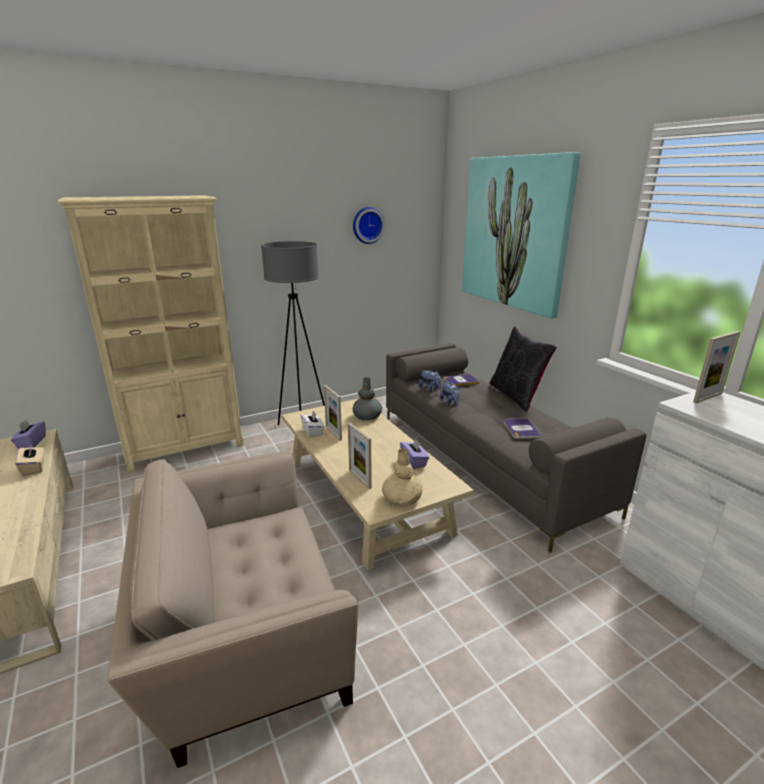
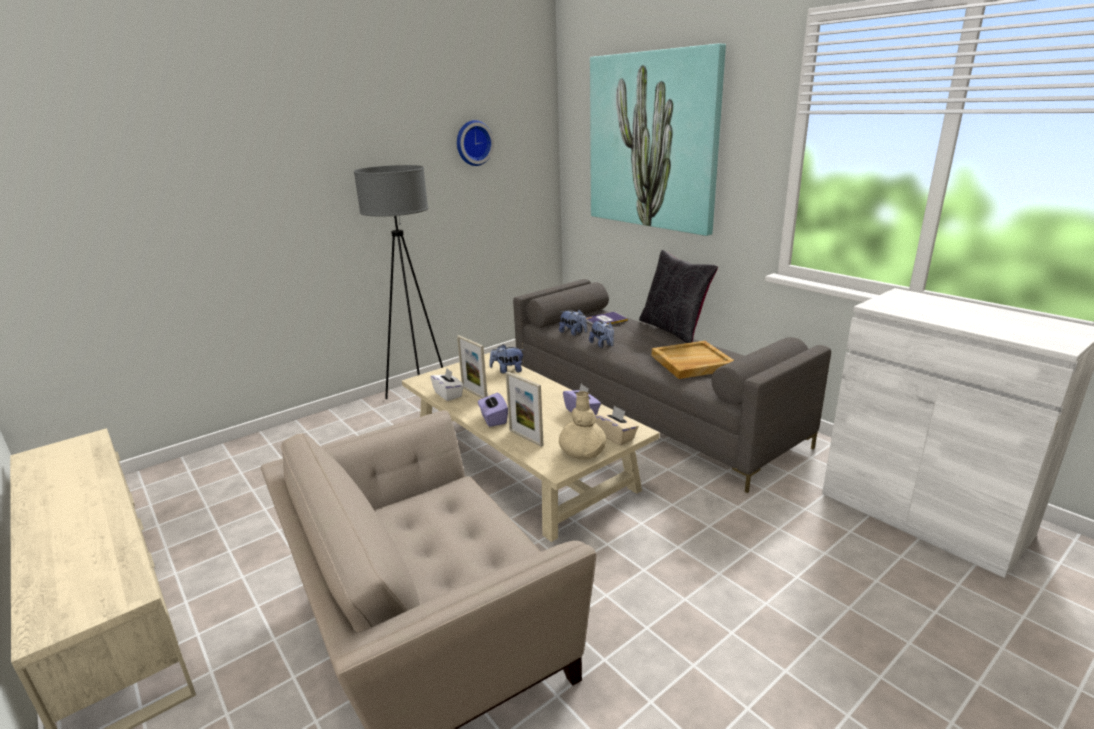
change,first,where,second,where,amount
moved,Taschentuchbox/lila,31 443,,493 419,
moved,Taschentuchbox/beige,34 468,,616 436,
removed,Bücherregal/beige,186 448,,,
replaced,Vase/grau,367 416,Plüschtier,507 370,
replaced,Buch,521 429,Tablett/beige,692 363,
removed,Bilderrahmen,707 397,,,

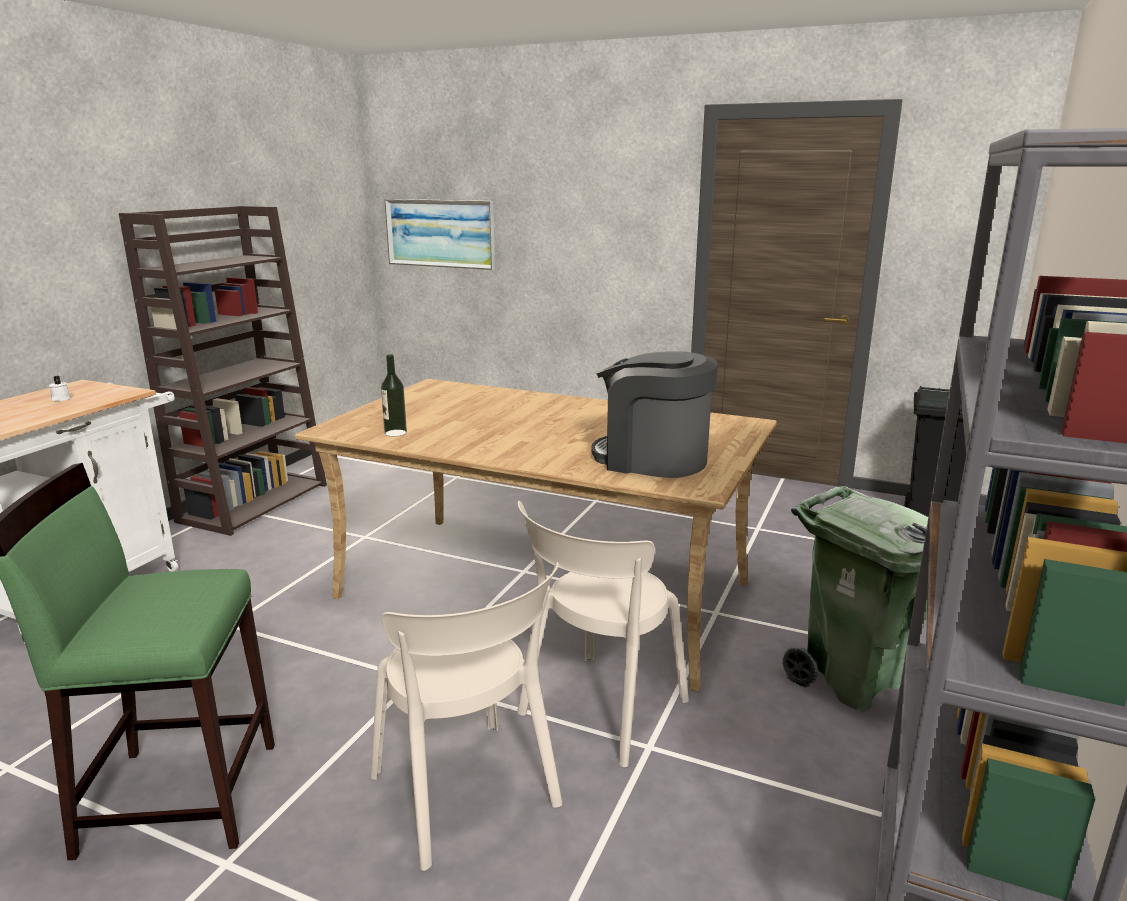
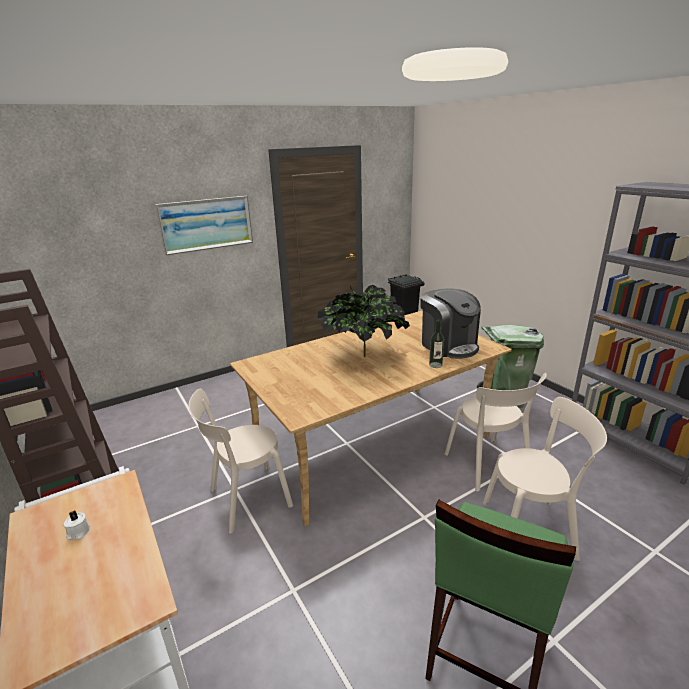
change,first,where,second,where,amount
moved,Flasche,395 433,,435 365,
moved,Bild,440 233,,206 224,
turned,Kaffeemaschine,652 459,,448 345,90 degrees counterclockwise
added,,,Stuhl/beige,246 499,
added,,,Topfpflanze,363 356,

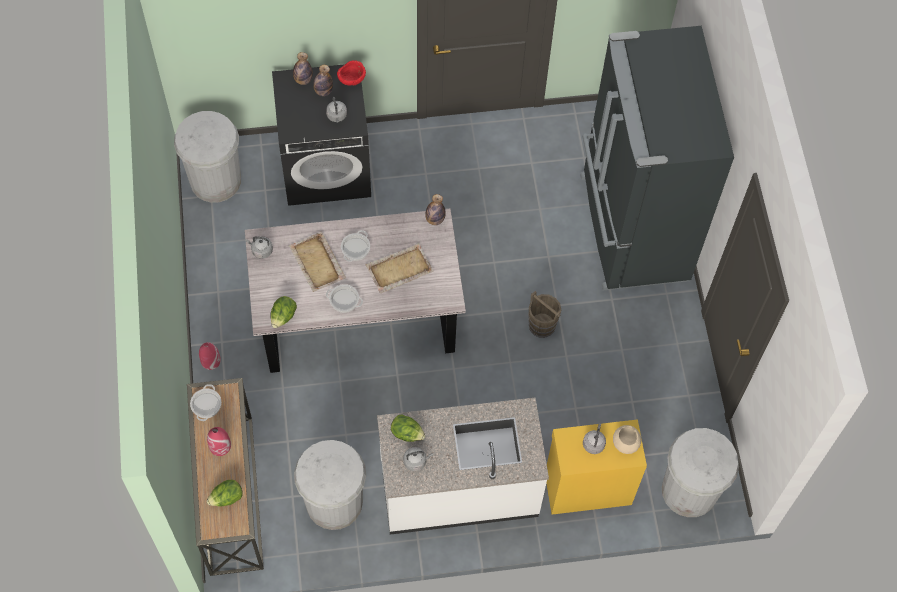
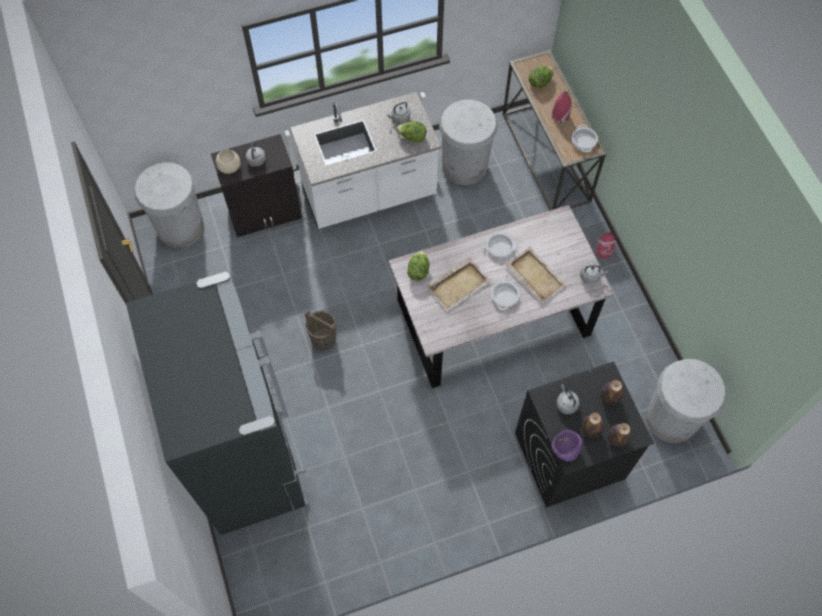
change,first,where,second,where,amount
moved,Salatkopf,283 317,,418 271,
recoloured,Schüssel/rot,352 81,Schüssel/lila,564 450,
moved,Flasche,435 219,,609 397,
recoloured,Schrank/gelb,587 487,Schrank/schwarz,265 214,

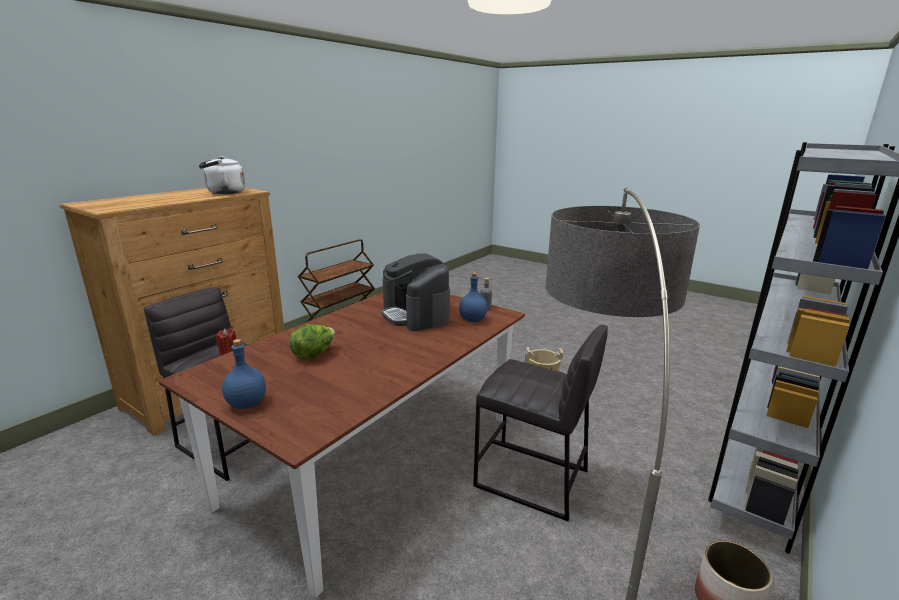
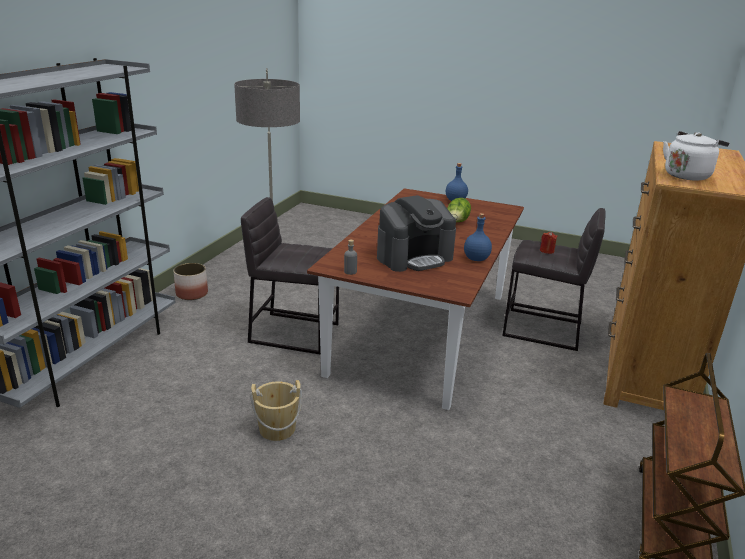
change,first,where,second,where,amount
turned,Kaffeemaschine,416 315,,414 257,105 degrees clockwise
moved,Flasche/blau,473 320,,476 259,

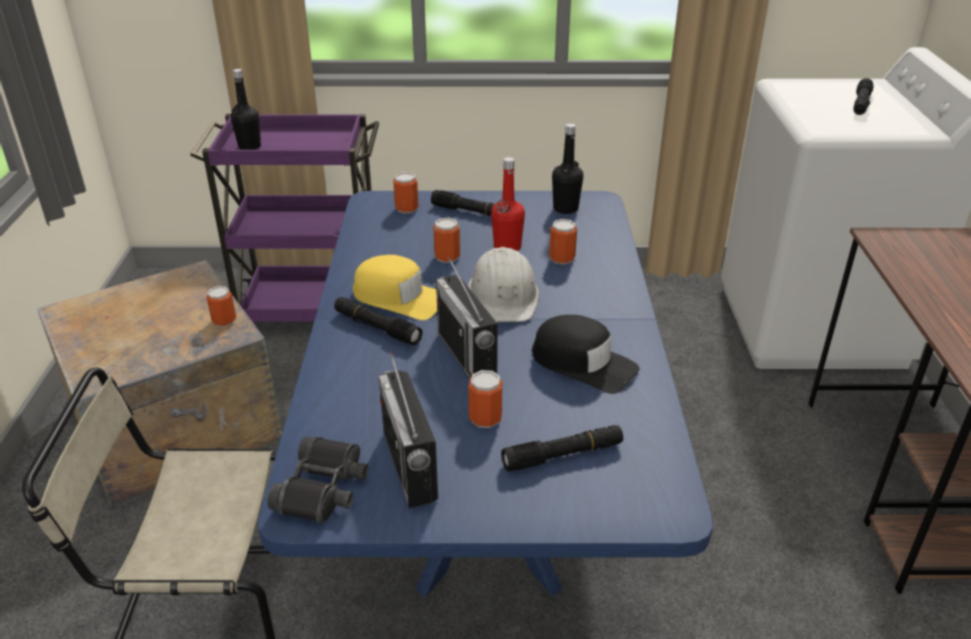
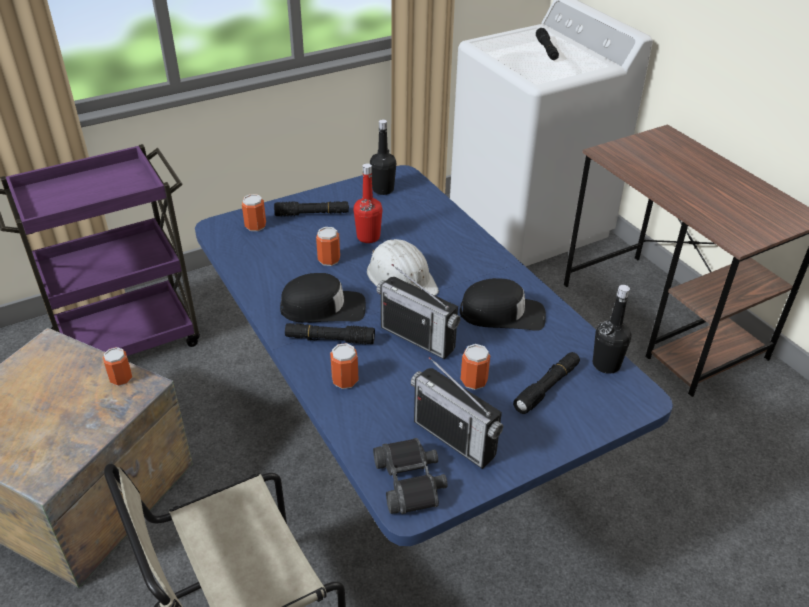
change,first,where,second,where,amount
moved,Flasche/schwarz,249 147,,606 364,
recoloured,Kappe/gelb,399 297,Kappe/schwarz,323 308,
moved,Dose,562 258,,345 380,

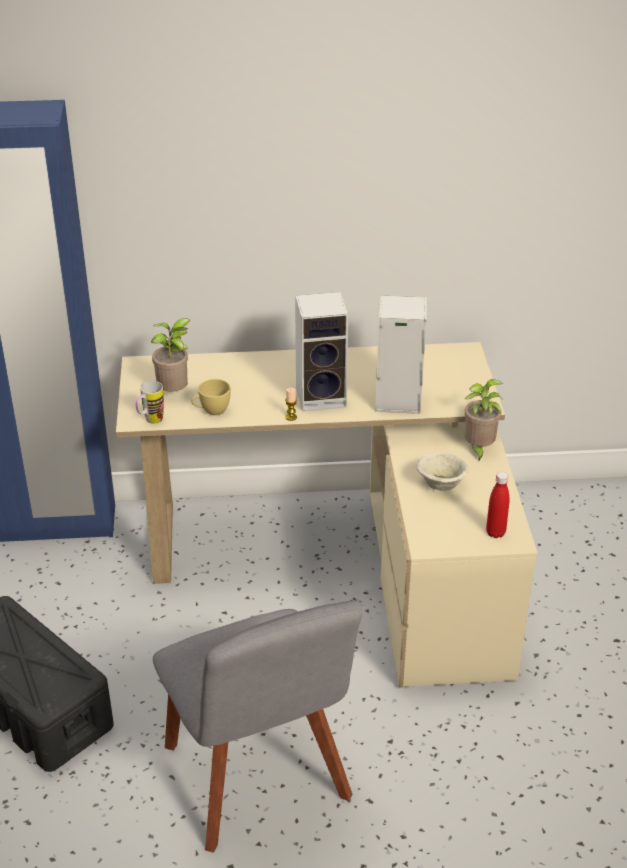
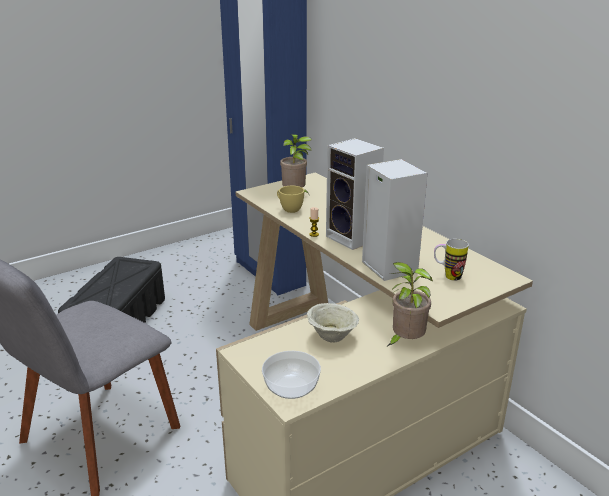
change,first,where,second,where,amount
moved,Henkelbecher,150 421,,447 276,
replaced,Flasche/rot,495 533,Schüssel,292 386,

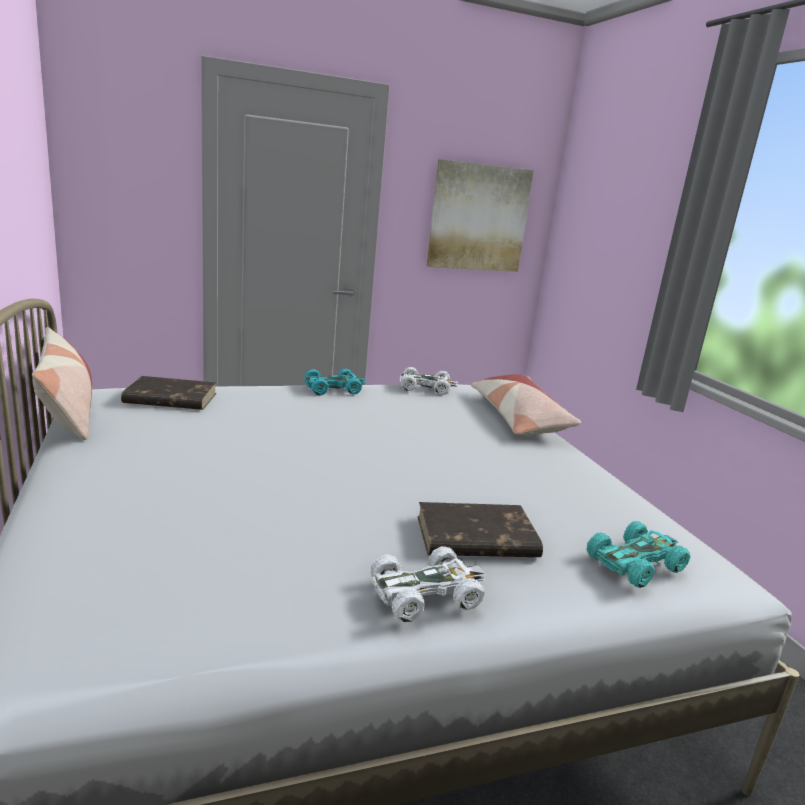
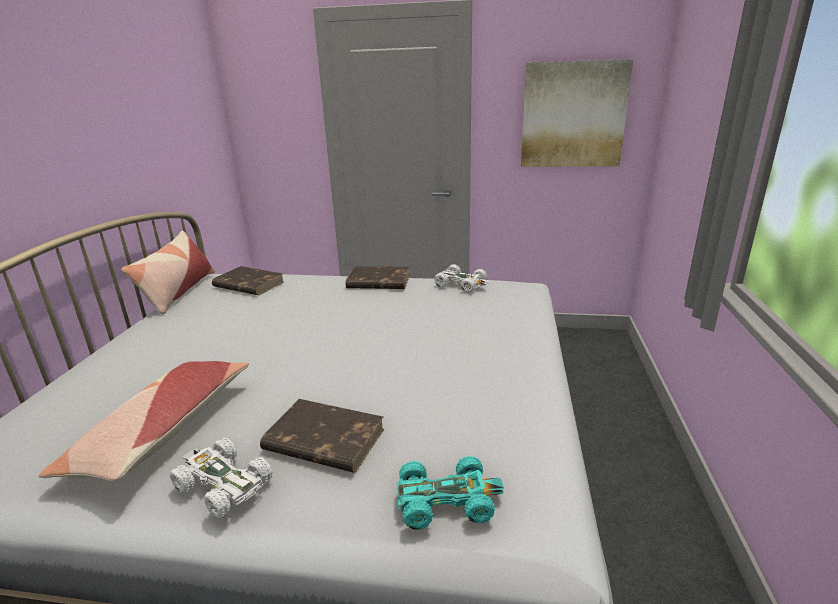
change,first,where,second,where,amount
replaced,Spielzeugauto/türkis,333 389,Buch/braun,378 282,
turned,Spielzeugauto/weiß,426 594,,222 484,150 degrees counterclockwise
moved,Kissen,519 418,,162 431,

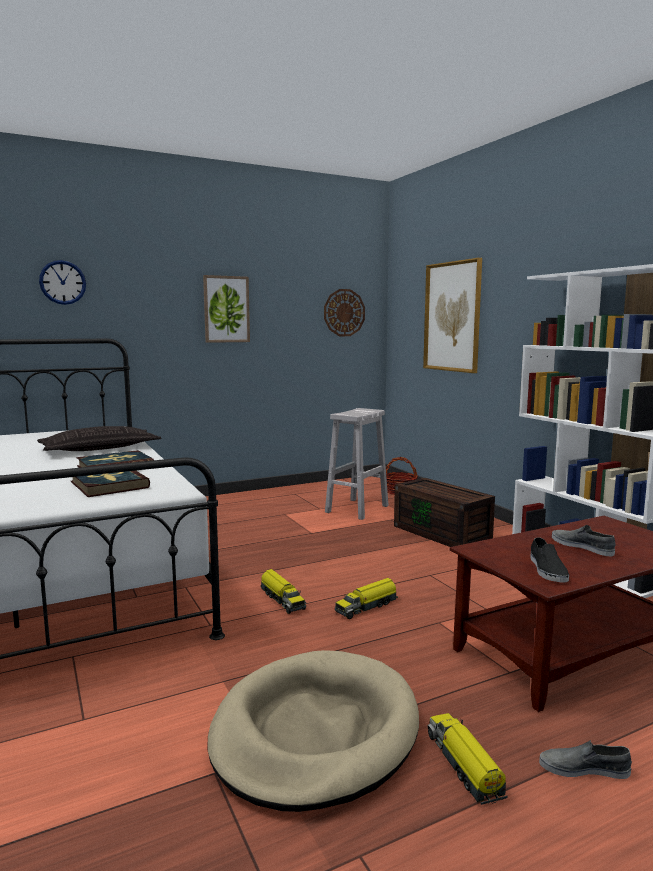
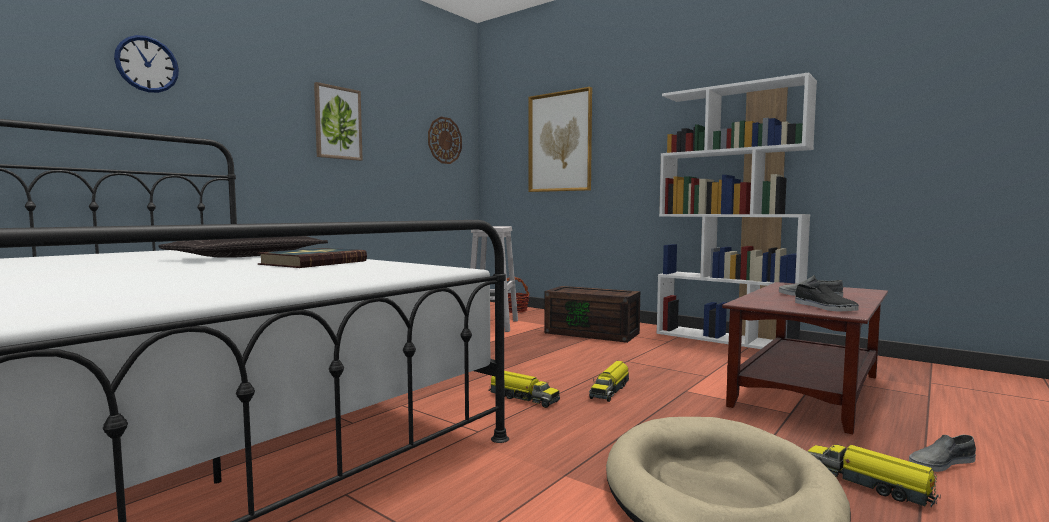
change,first,where,second,where,amount
removed,Buch,108 484,,,

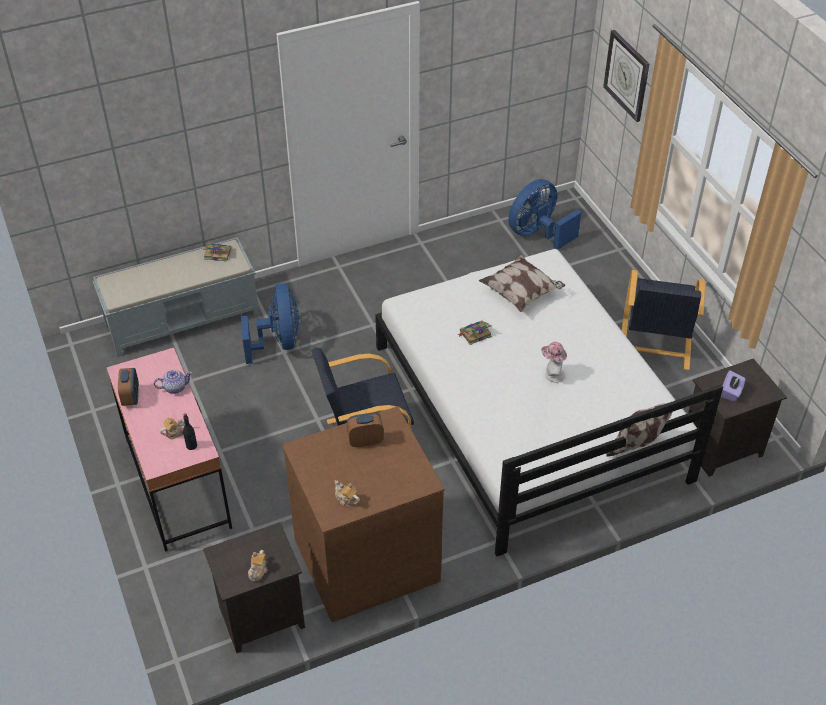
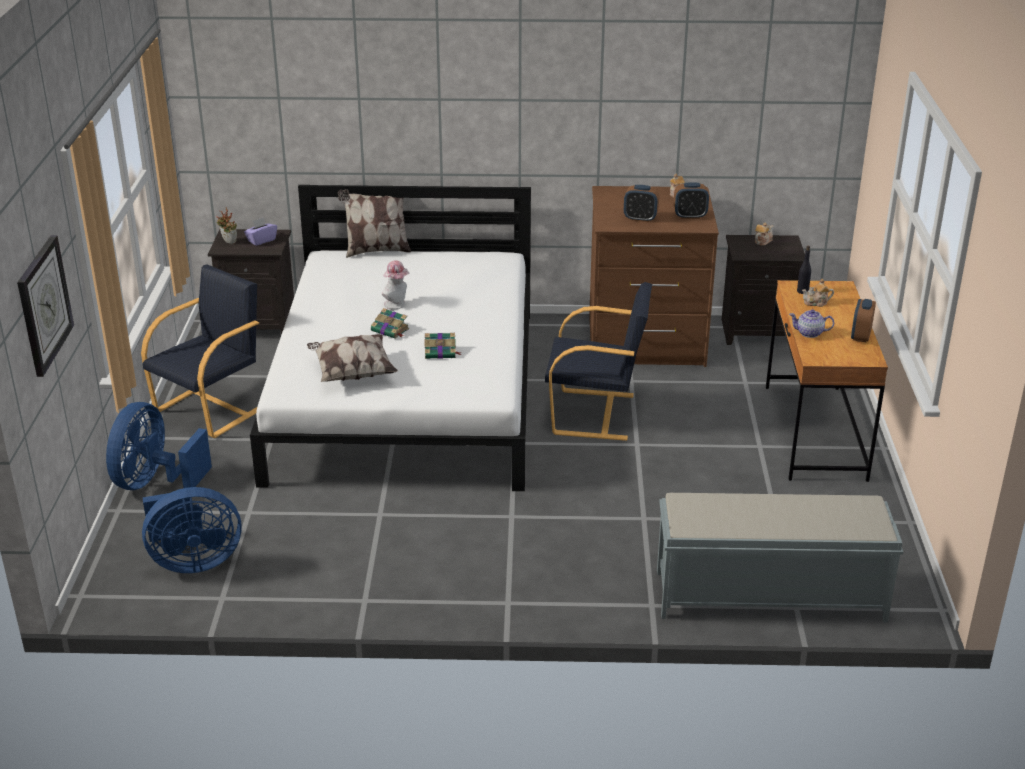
change,first,where,second,where,amount
recoloured,Schreibtisch/rosa,177 483,Schreibtisch/braun,814 432,
moved,Buch,217 254,,390 330,
moved,Ventilator/blau,279 342,,154 482,
added,,,Topfpflanze,228 242,
added,,,Wecker,690 216,

